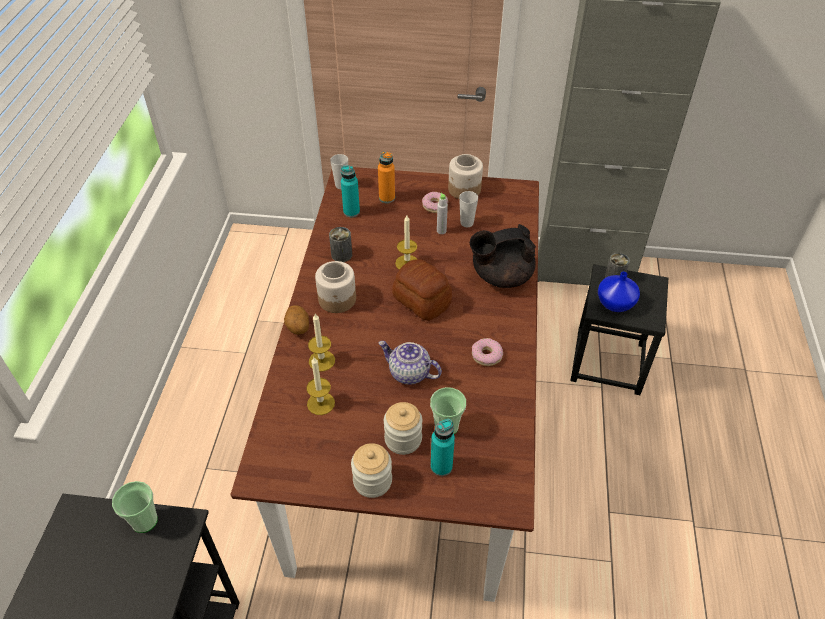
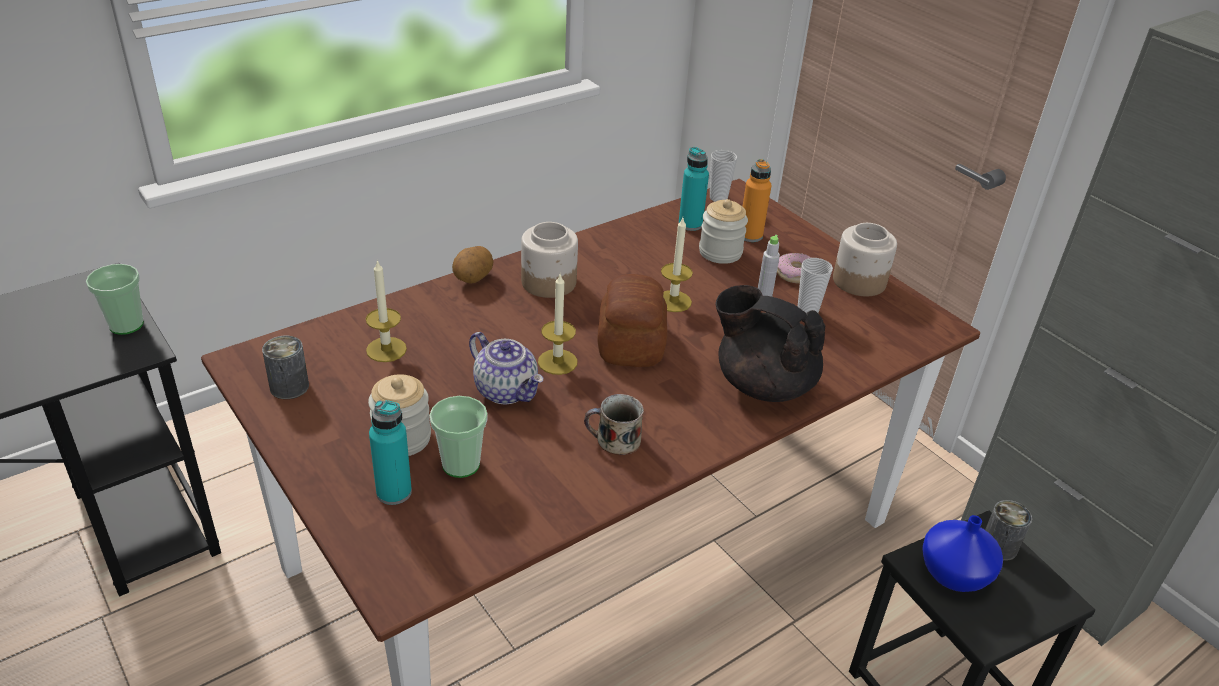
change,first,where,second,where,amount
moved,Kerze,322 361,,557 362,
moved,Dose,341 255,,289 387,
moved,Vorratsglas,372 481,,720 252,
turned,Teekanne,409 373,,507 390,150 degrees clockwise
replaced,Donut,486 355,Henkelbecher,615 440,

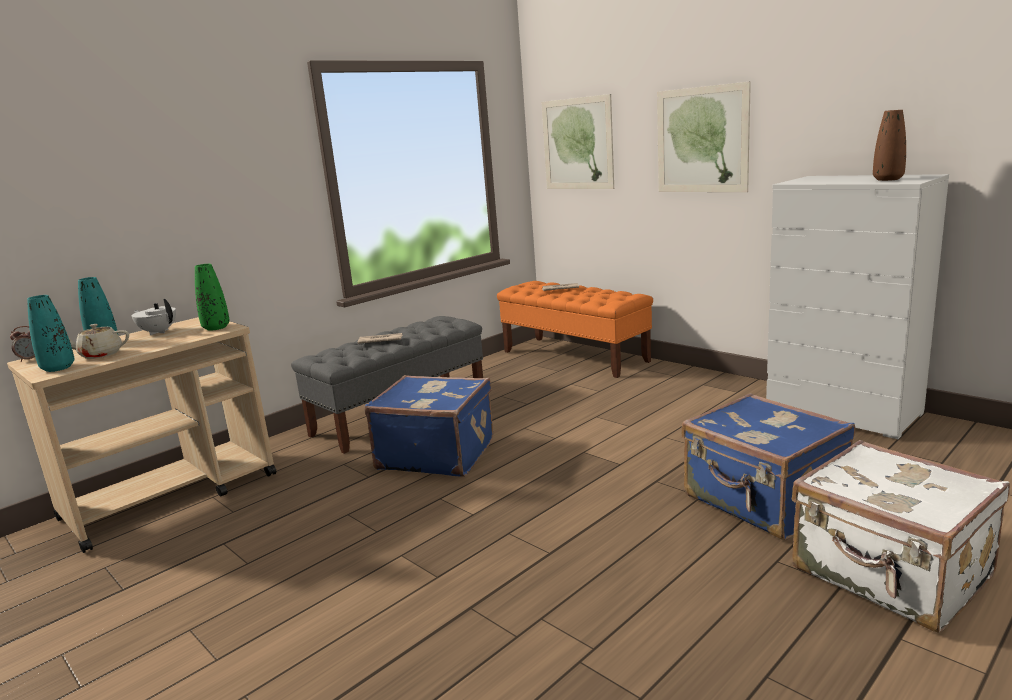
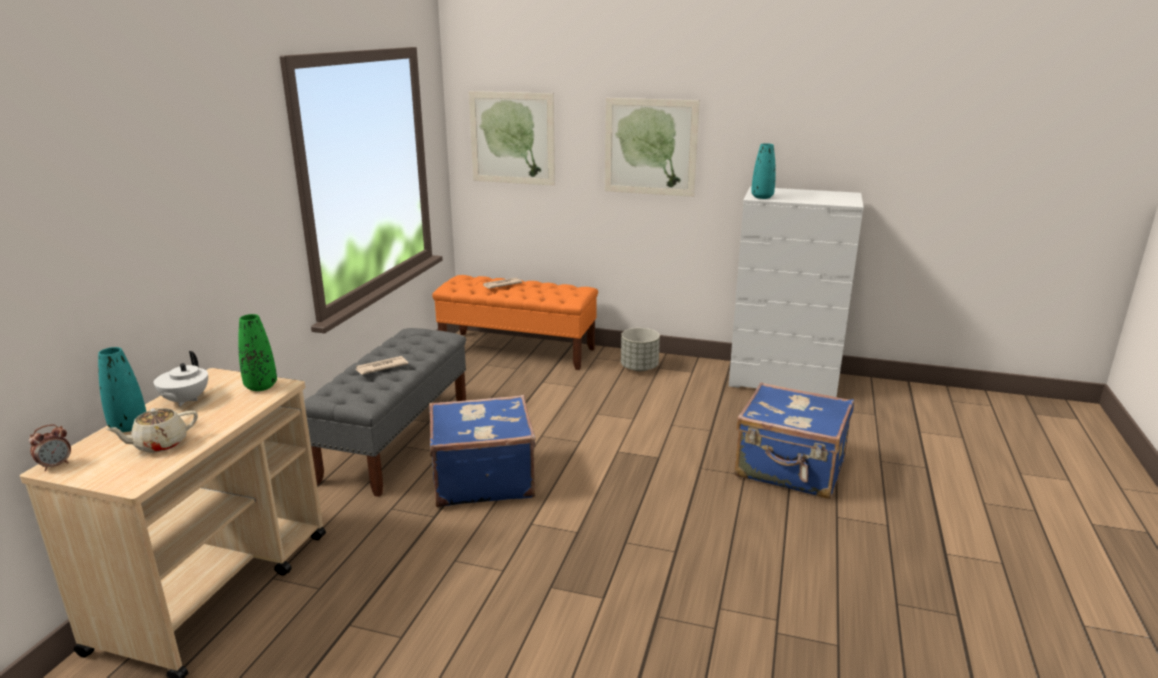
change,first,where,second,where,amount
moved,Vase/türkis,58 368,,762 197,
turned,Teekanne/weiß,158 332,,185 401,90 degrees counterclockwise
removed,Koffer/weiß,890 575,,,
removed,Vase/braun,888 179,,,
added,,,Pflanzkübel/grau,639 368,

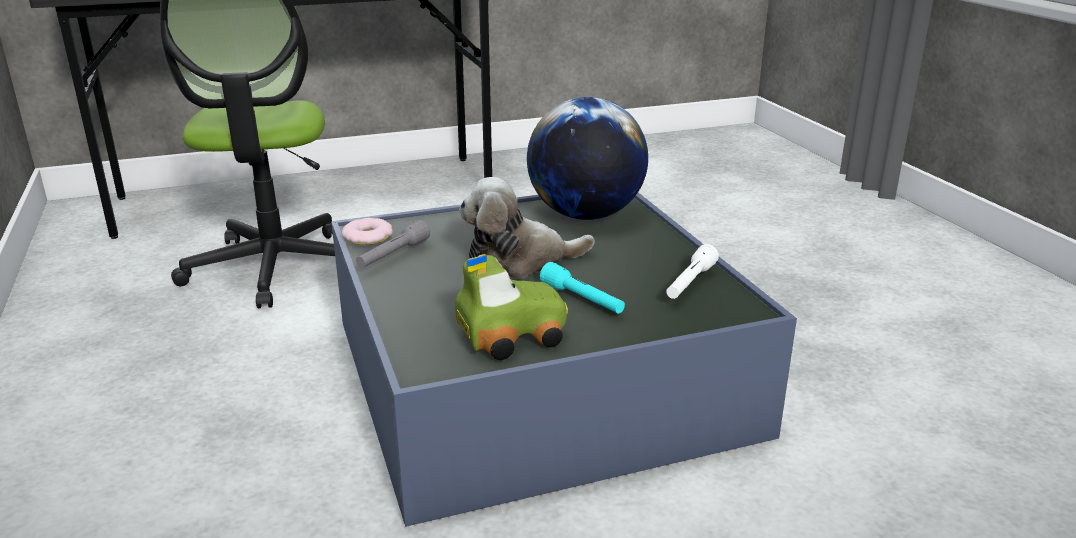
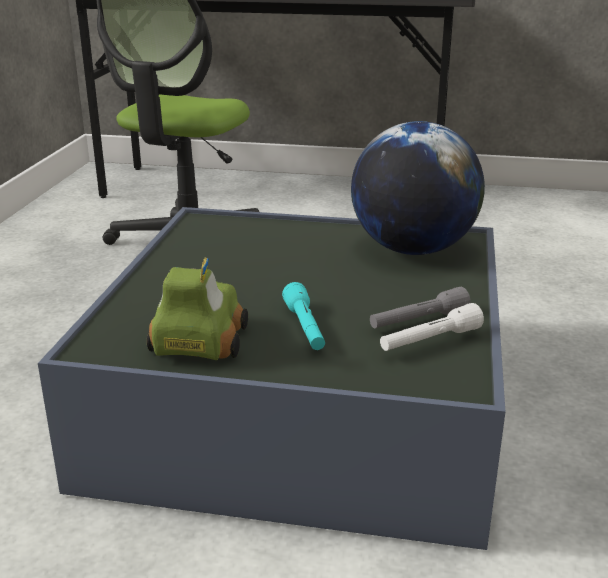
change,first,where,second,where,amount
removed,Donut,368 237,,,
moved,Taschenlampe/grau,393 255,,418 321,
turned,Spielzeugauto,510 335,,198 341,90 degrees counterclockwise
removed,Plüschtier,519 261,,,

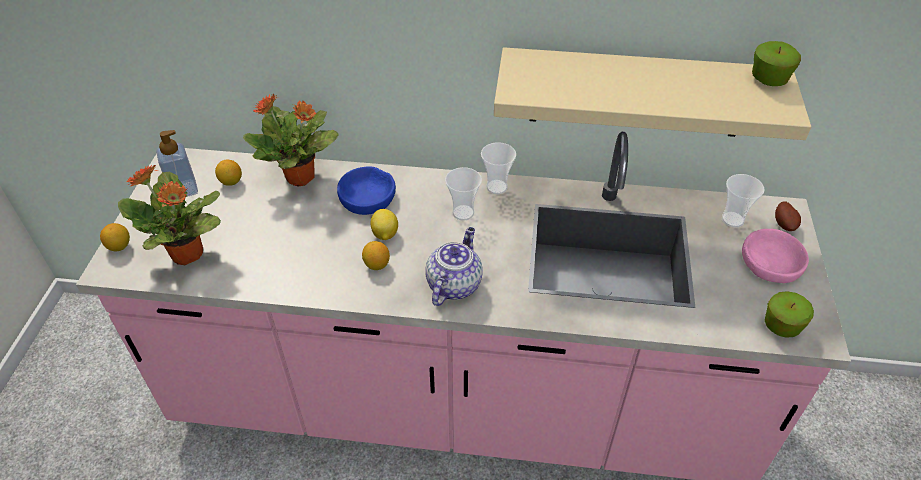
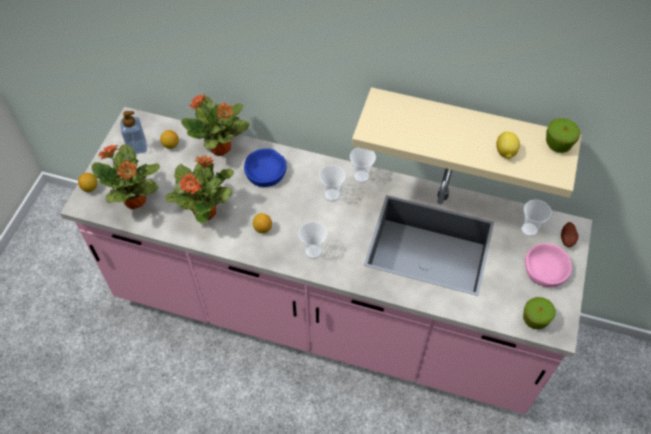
change,first,where,second,where,amount
moved,Zitrone,385 234,,505 152,
replaced,Teekanne,454 284,Tasse,313 251,
added,,,Topfpflanze,205 211,

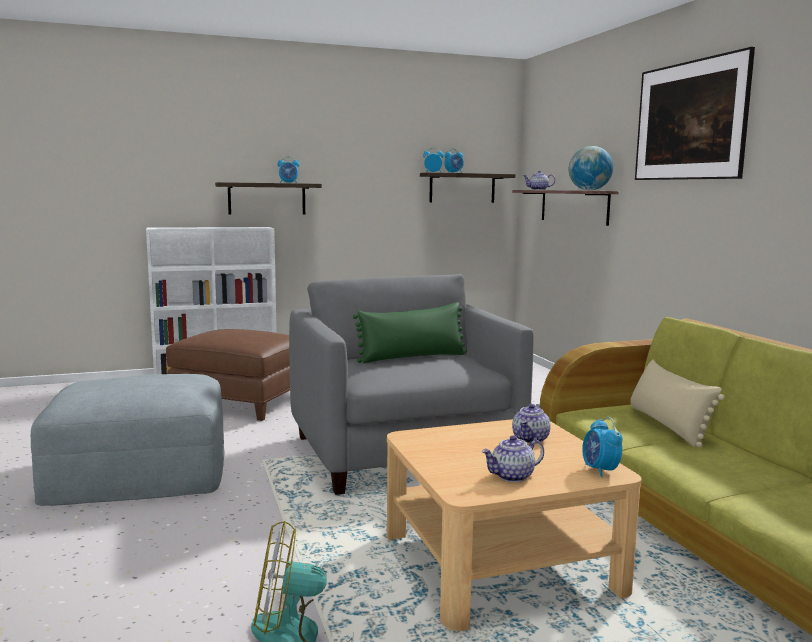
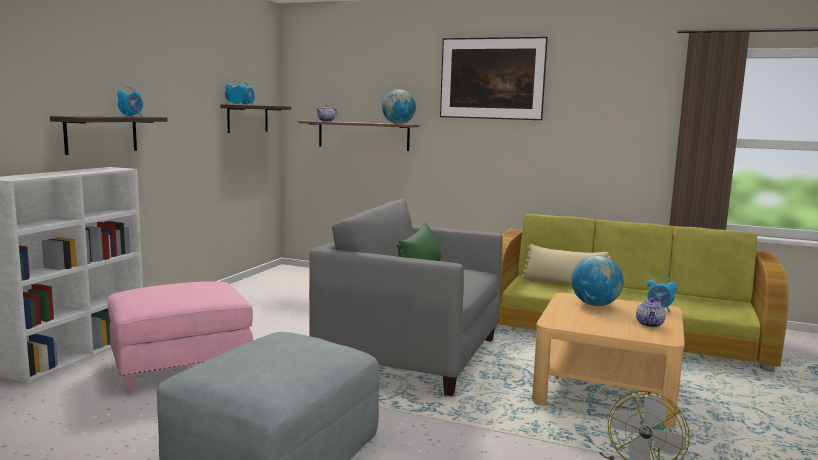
change,first,where,second,where,amount
recoloured,Polsterhocker/braun,240 403,Polsterhocker/rosa,182 366,
replaced,Teekanne,531 439,Globus,595 304,

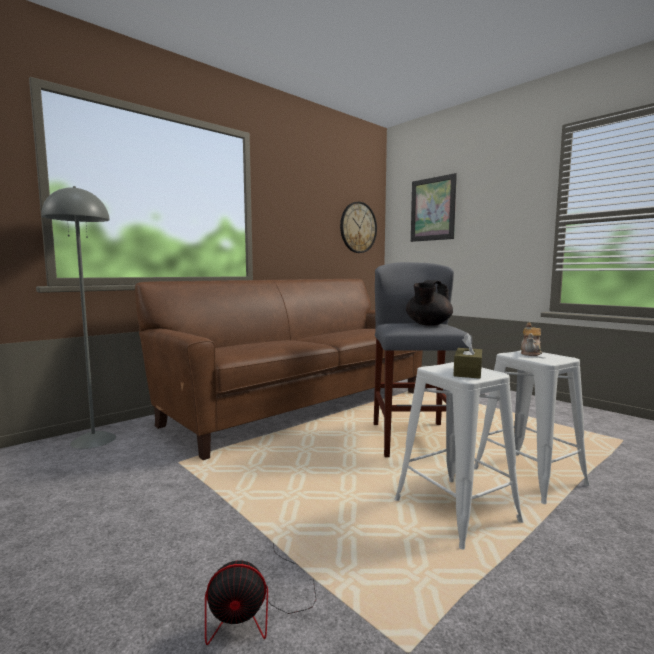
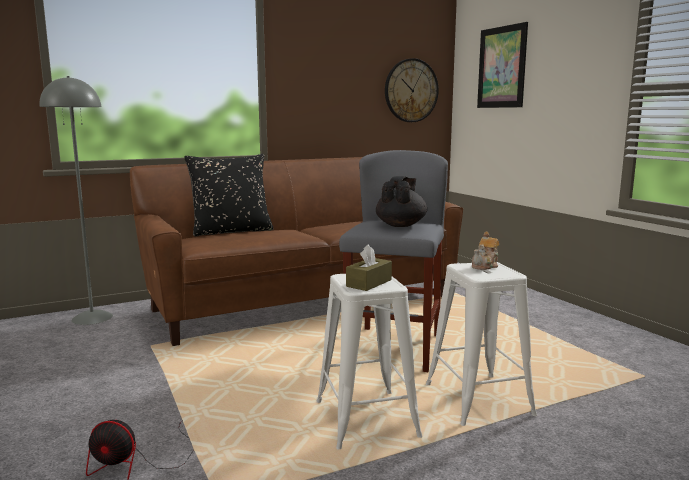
change,first,where,second,where,amount
turned,Teekanne/schwarz,428 324,,401 225,150 degrees clockwise
added,,,Kissen/schwarz,232 231,

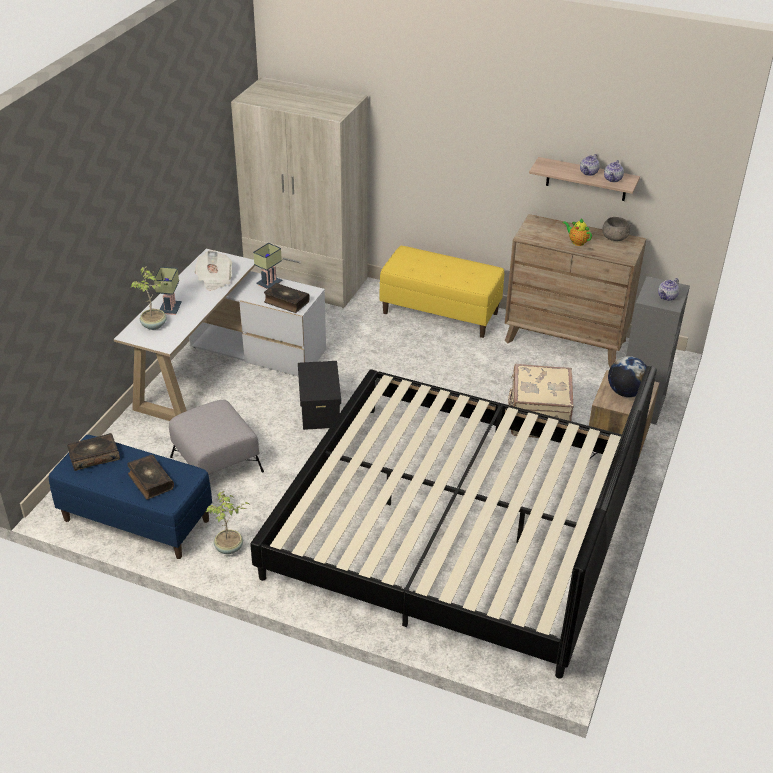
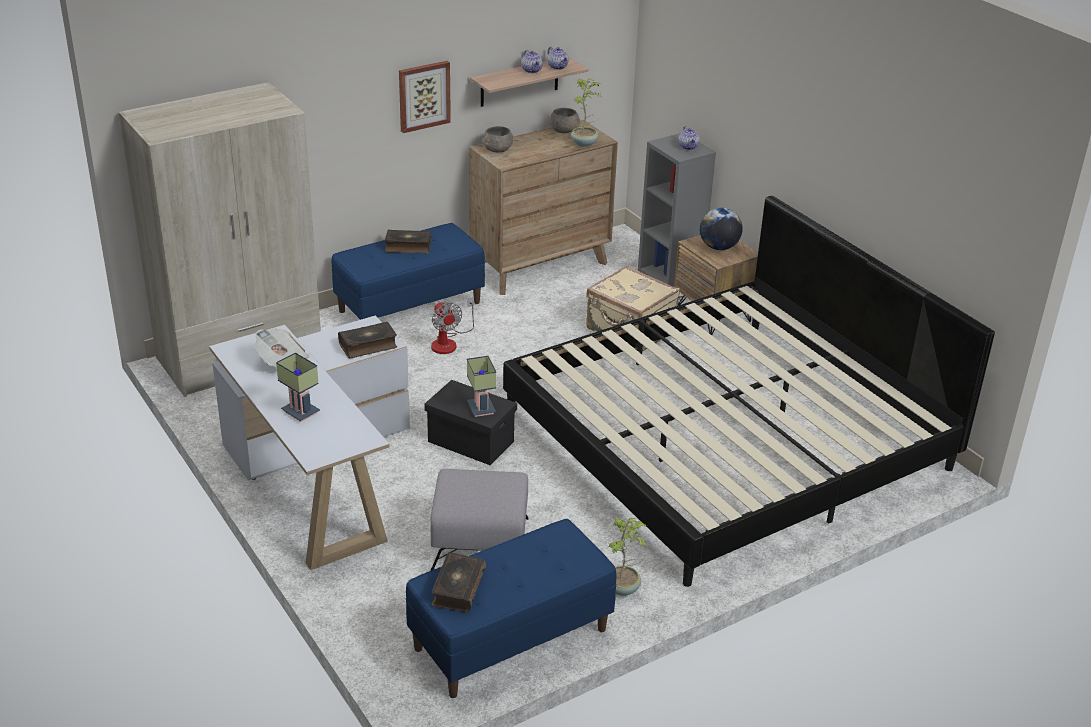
change,first,where,second,where,amount
moved,Buch,150 481,,408 247,
moved,Topfpflanze,154 326,,585 143,
moved,Tischlampe,269 283,,479 408,
recoloured,Bank/gelb,441 313,Bank/blau,410 306,
removed,Teekanne,577 242,,,
added,,,Bild,423 96,
added,,,Ventilator,448 342,
added,,,Schüssel/grau,497 150,

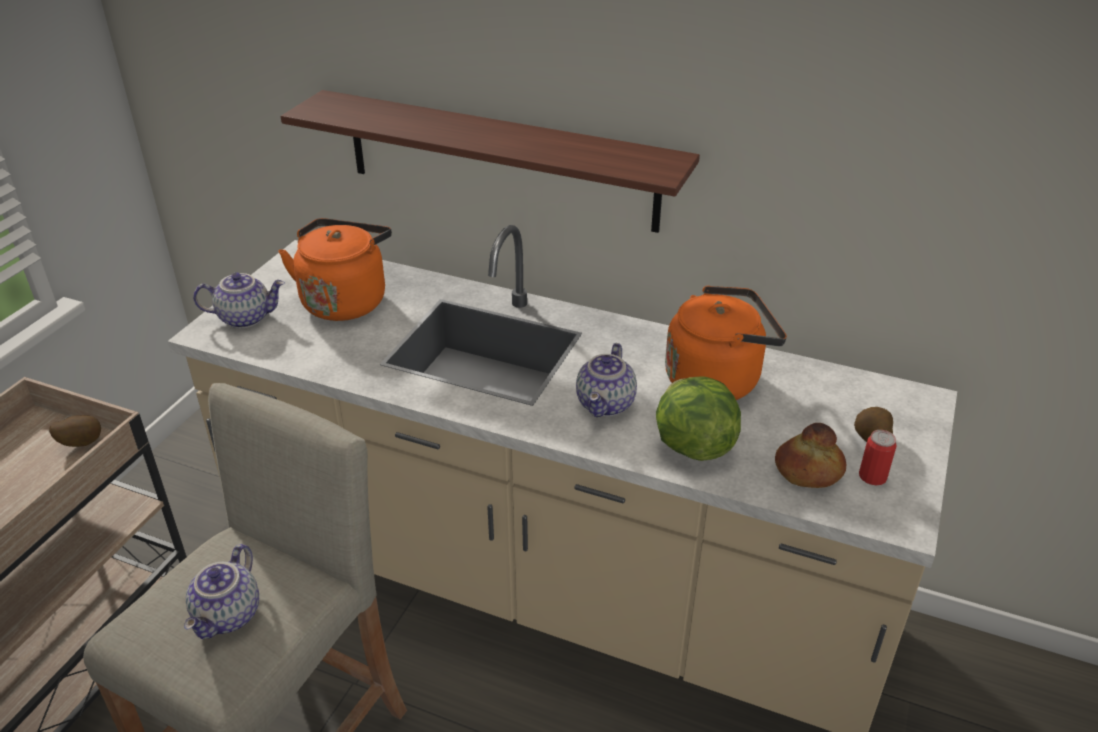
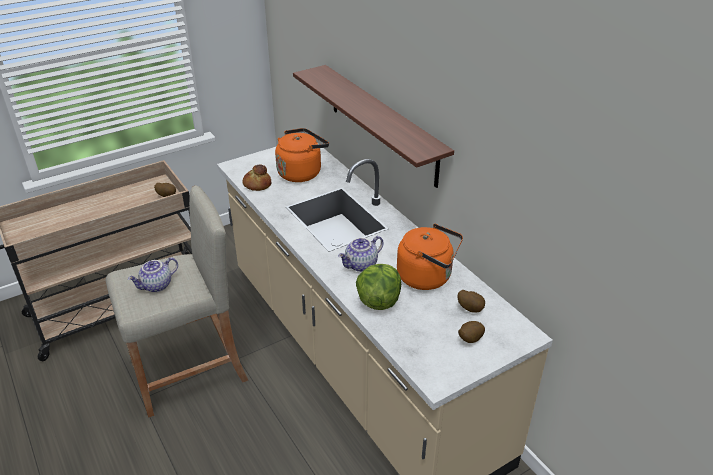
change,first,where,second,where,amount
removed,Teekanne,246 317,,,
moved,Brot,808 470,,257 184,
removed,Dose,872 476,,,
added,,,Kartoffel,470 308,

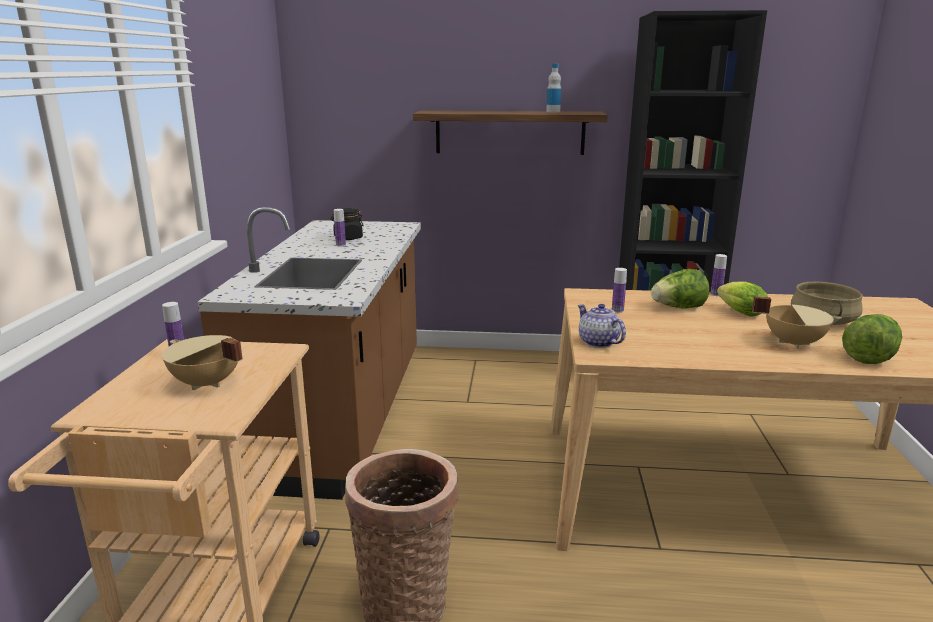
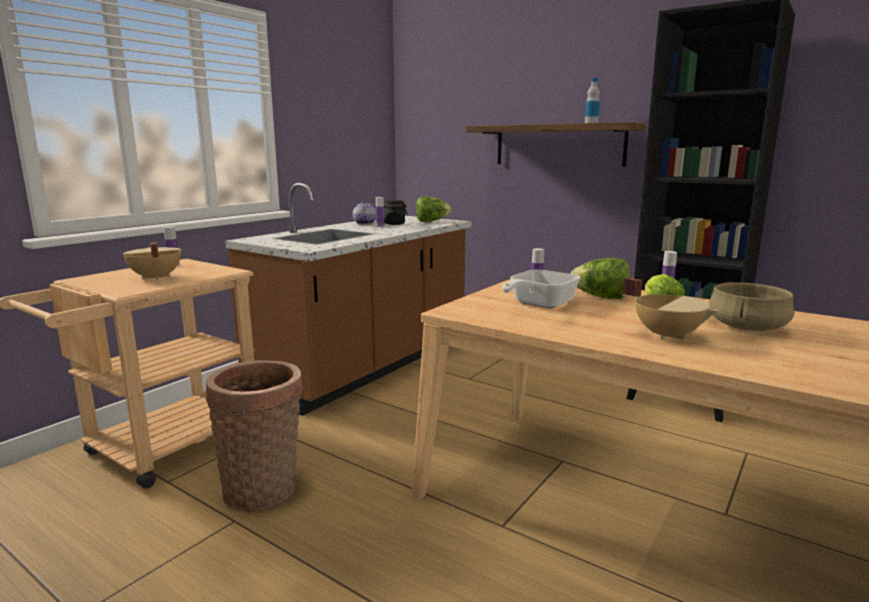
change,first,where,second,where,amount
moved,Teekanne,597 342,,364 223,
moved,Salatkopf,869 357,,431 221,
added,,,Pfanne,538 304,

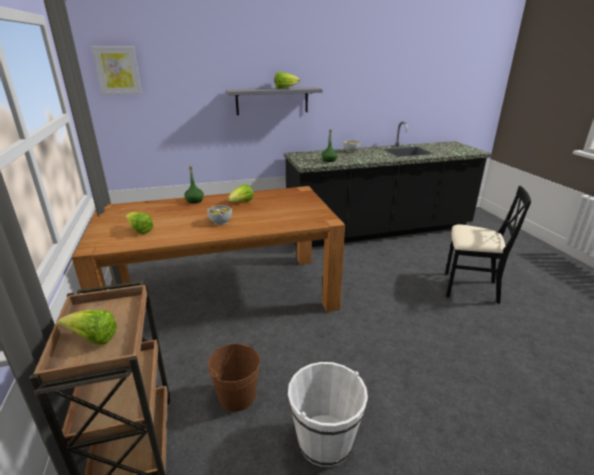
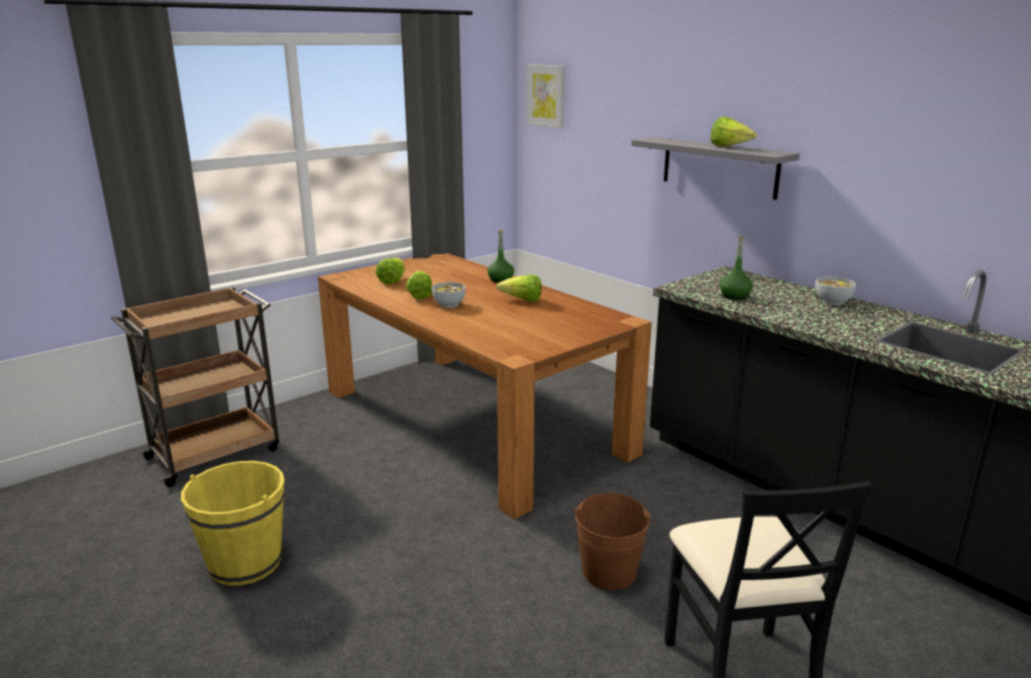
change,first,where,second,where,amount
moved,Salatkopf,93 339,,419 295,
moved,Eimer/braun,237 396,,609 572,
recoloured,Eimer/weiß,324 441,Eimer/gelb,245 563,

